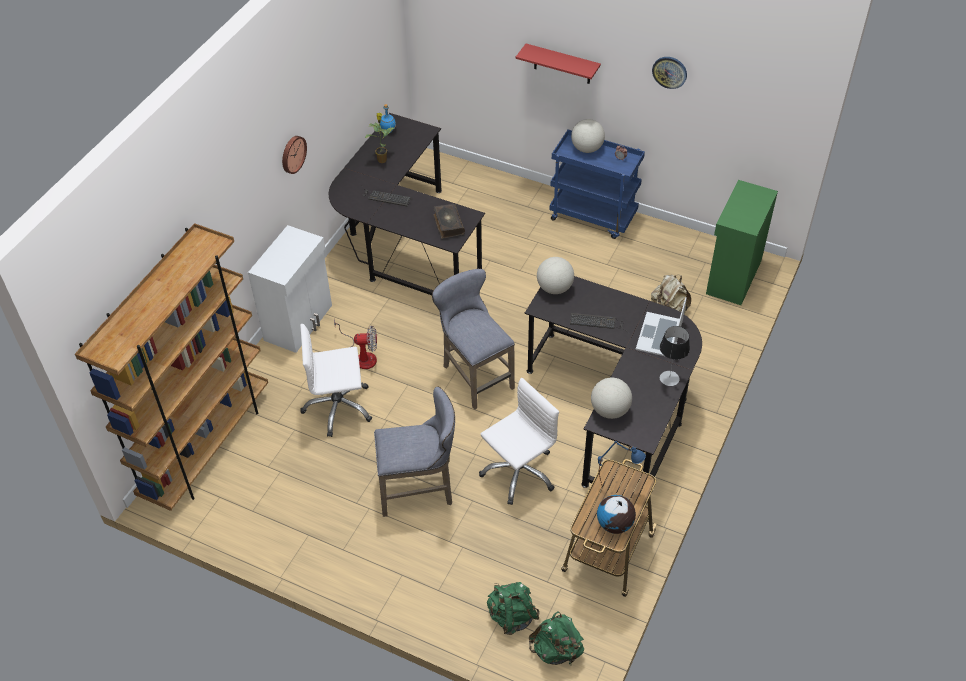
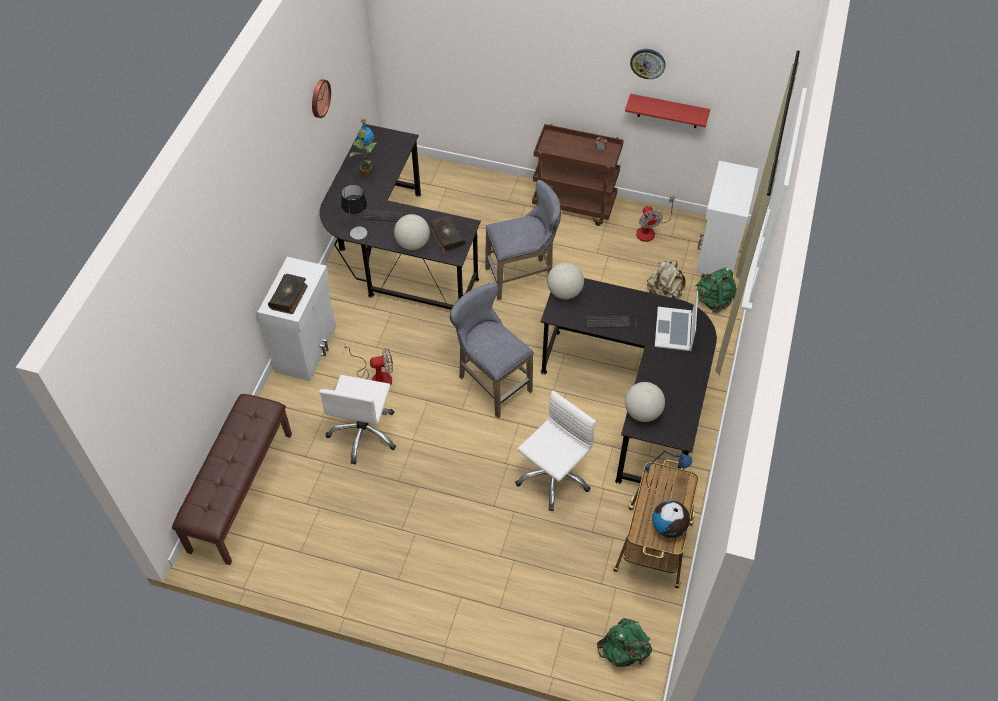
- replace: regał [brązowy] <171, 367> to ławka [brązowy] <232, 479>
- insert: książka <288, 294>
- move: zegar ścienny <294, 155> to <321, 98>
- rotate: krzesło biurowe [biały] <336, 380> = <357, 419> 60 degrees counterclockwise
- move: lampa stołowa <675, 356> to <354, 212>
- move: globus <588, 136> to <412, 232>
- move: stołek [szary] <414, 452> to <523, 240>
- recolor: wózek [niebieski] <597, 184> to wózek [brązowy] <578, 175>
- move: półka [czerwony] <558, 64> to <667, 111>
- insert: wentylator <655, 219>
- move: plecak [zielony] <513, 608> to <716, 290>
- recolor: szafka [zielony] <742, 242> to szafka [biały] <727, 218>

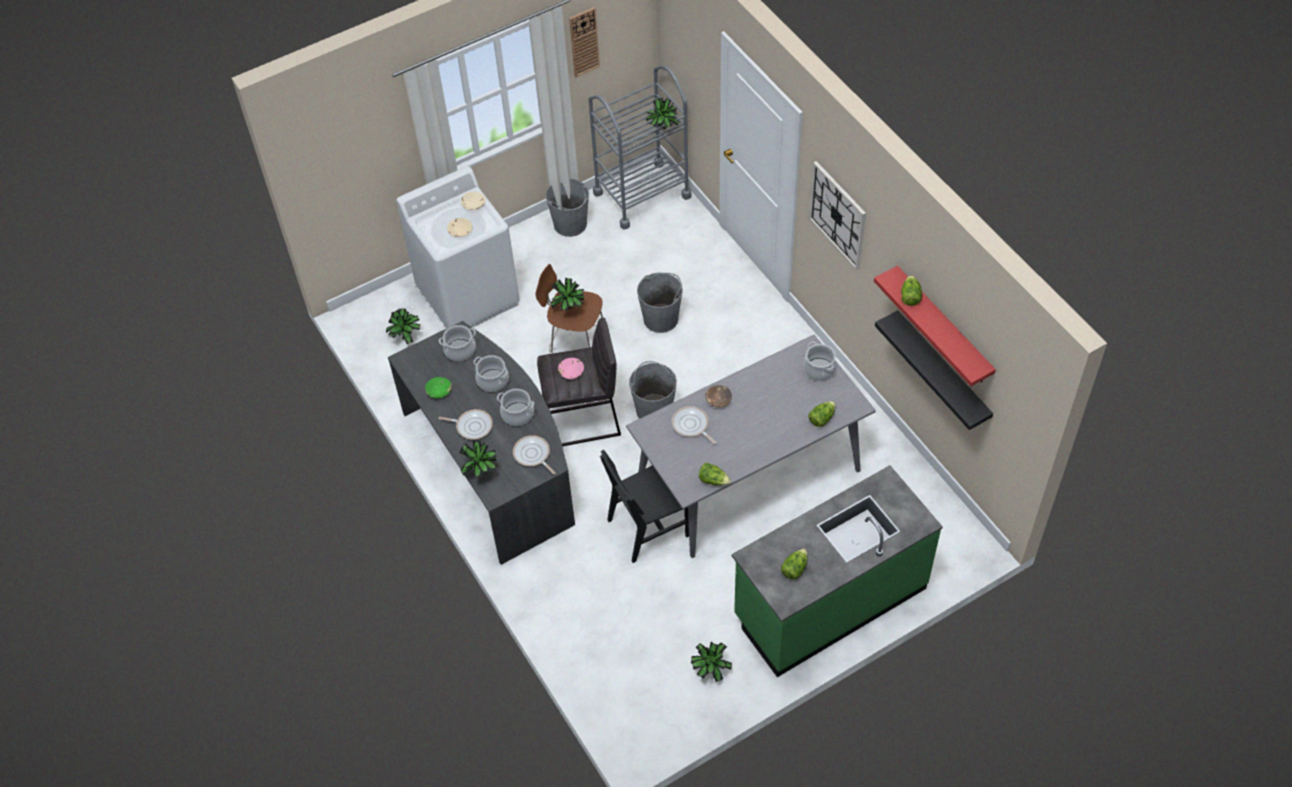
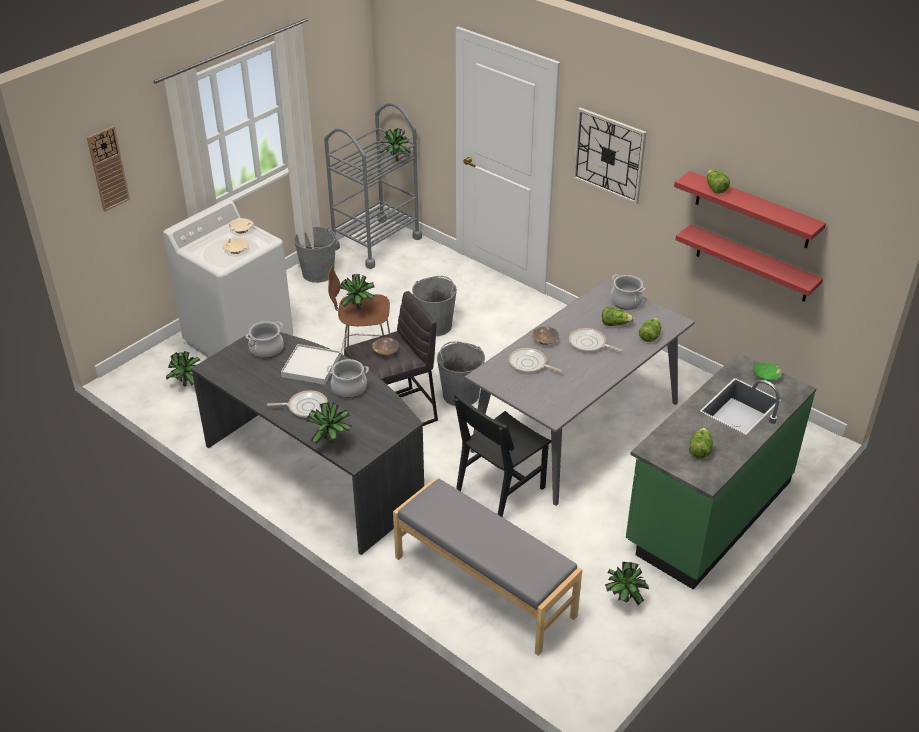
- move: zegar ścienny <584, 42> to <108, 168>
- replace: garnek <491, 373> to taca [biały] <311, 364>
- recolor: miska [różowy] <571, 368> to miska [brązowy] <385, 347>
- insert: ławka [szary] <487, 567>
- move: patelnia <534, 455> to <595, 340>
- move: sałata <715, 474> to <618, 316>
- recolor: półka [czarny] <934, 370> to półka [czerwony] <749, 263>
- move: miska [zielony] <438, 387> to <767, 371>

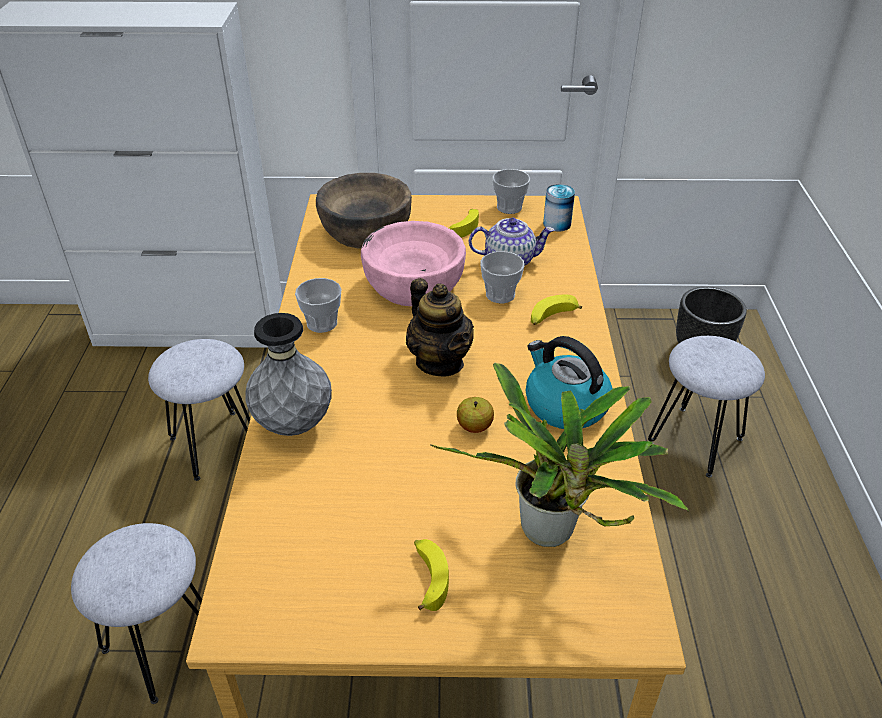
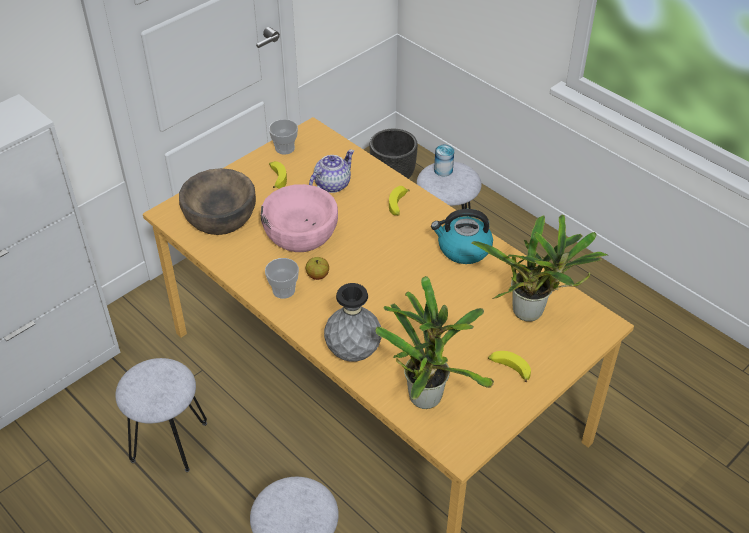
- move: jabłko <475, 415> to <317, 268>
- insert: roślina doniczkowa <434, 342>
- move: puszka <559, 207> to <444, 160>
- delete: imbryk <440, 327>
- delete: filiżanka <502, 277>

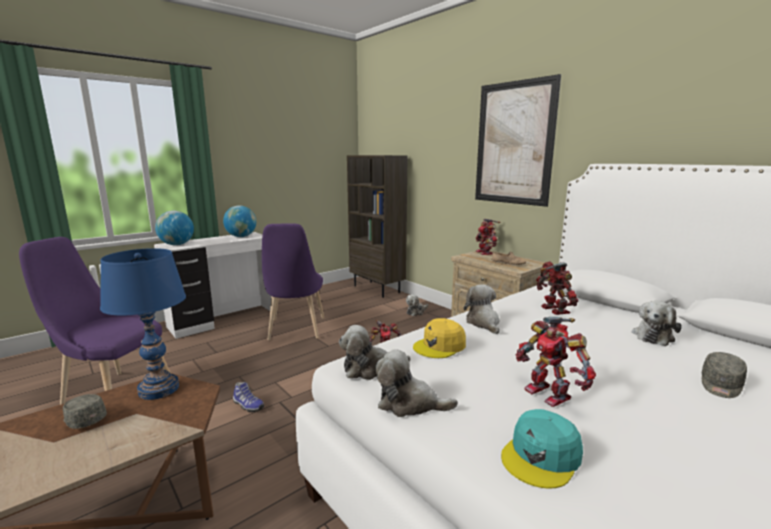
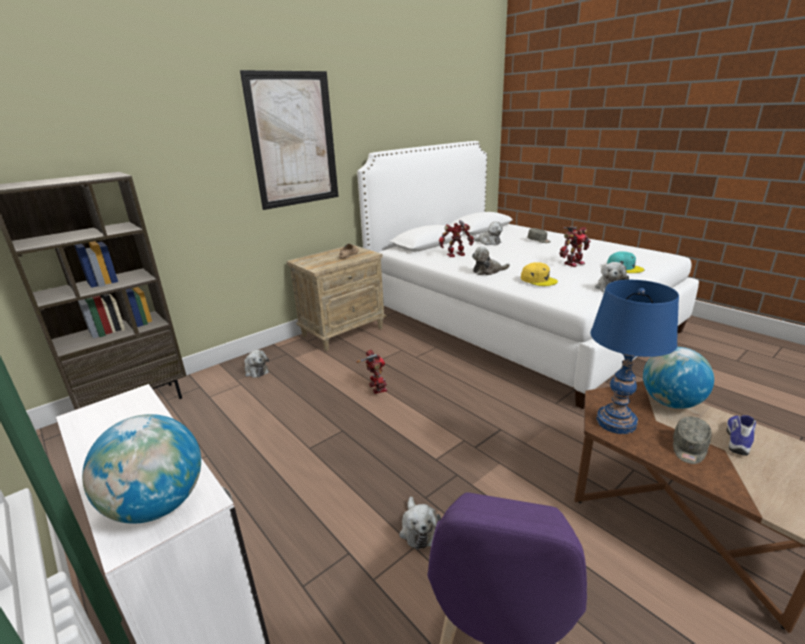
- move: pluszak <374, 352> to <420, 523>
- move: globus <239, 221> to <678, 378>
- move: but <248, 397> to <741, 435>
- delete: krzesło [fioletowy] <293, 281>
- delete: robot zabawkowy <488, 237>

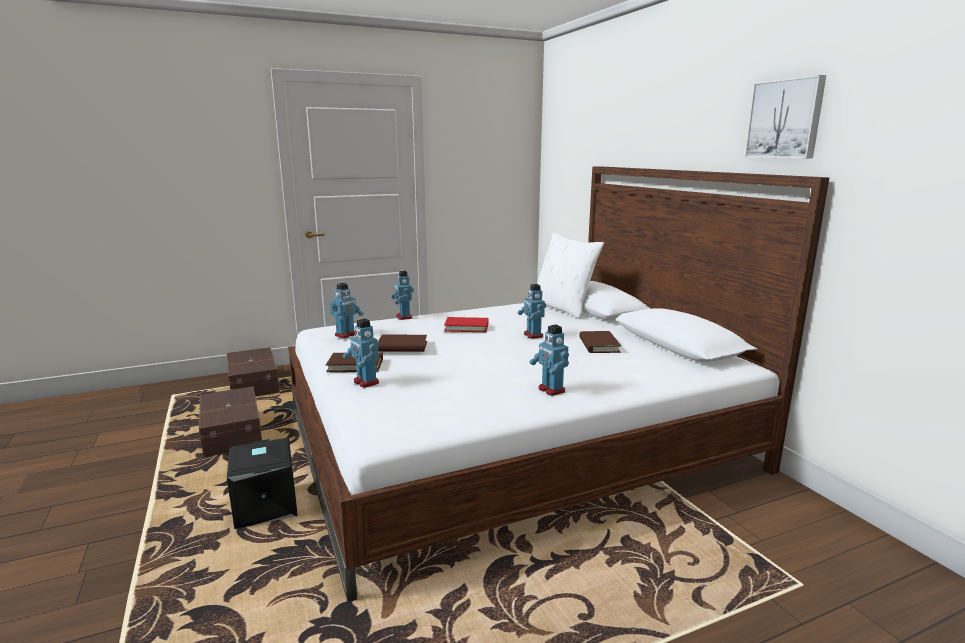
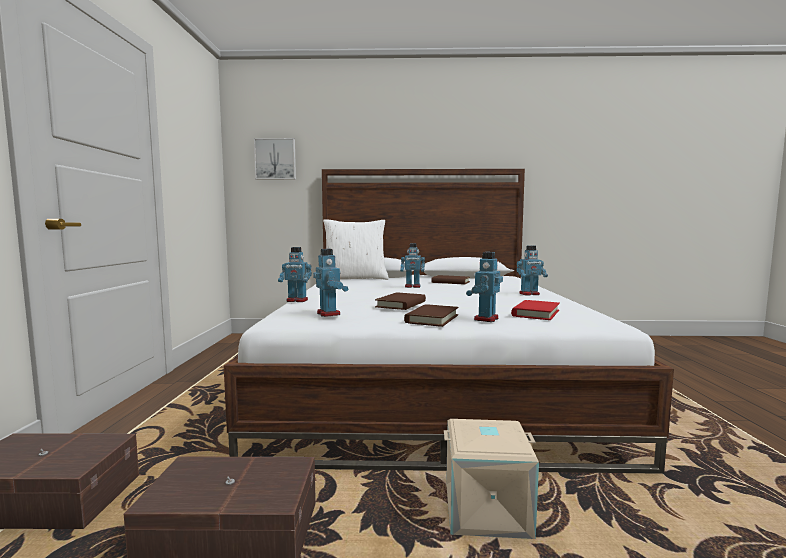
- move: obraz <785, 116> to <275, 159>
- recolor: pojemnik do przechowywania [czarny] <262, 483> to pojemnik do przechowywania [beżowy] <491, 479>
- rotate: robot zabawkowy <361, 353> = <484, 287> 135 degrees clockwise
- move: książka [czerwony] <466, 324> to <535, 310>

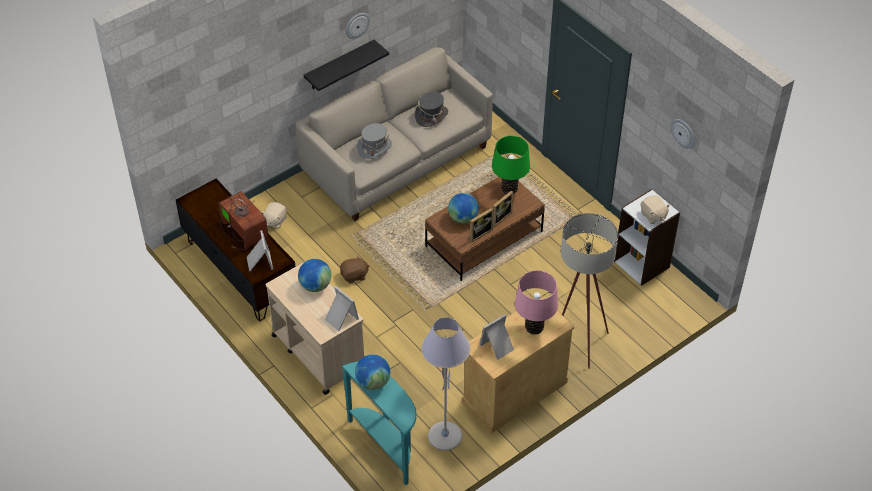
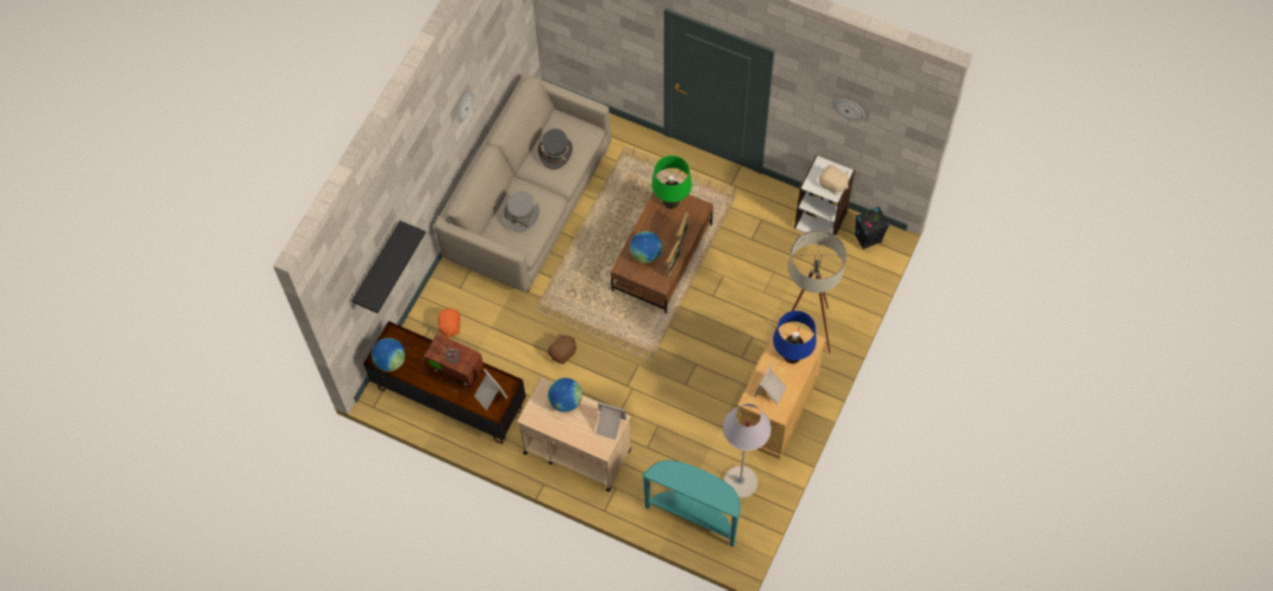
- move: półka [czarny] <346, 65> to <388, 267>
- move: globus <372, 372> to <388, 355>
- recolor: pluszak [beżowy] <274, 215> to pluszak [pomarańczowy] <448, 323>
- recolor: lampa stołowa [różowy] <536, 303> to lampa stołowa [niebieski] <794, 337>
- insert: głośnik [czarny] <872, 228>

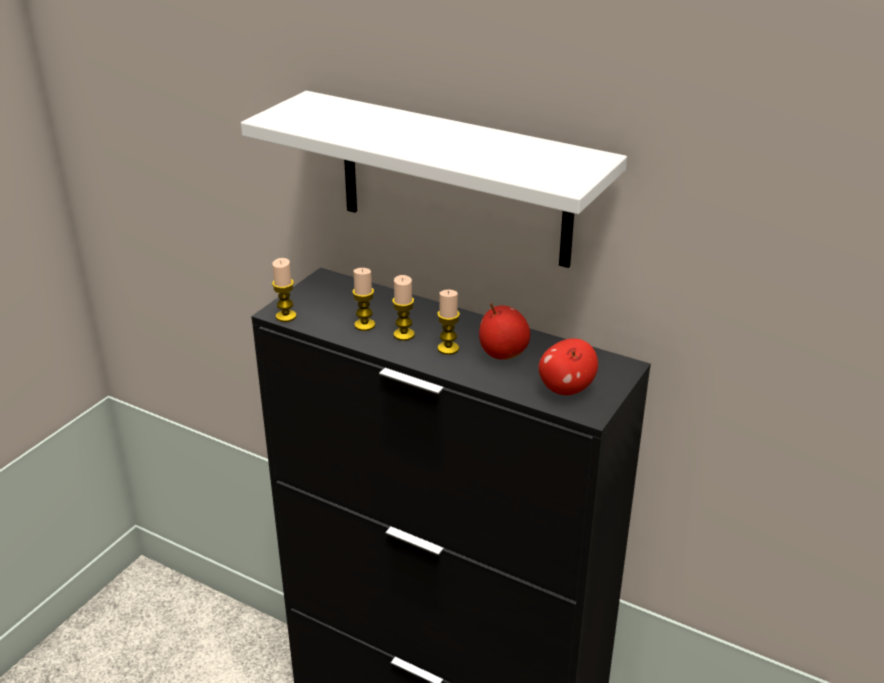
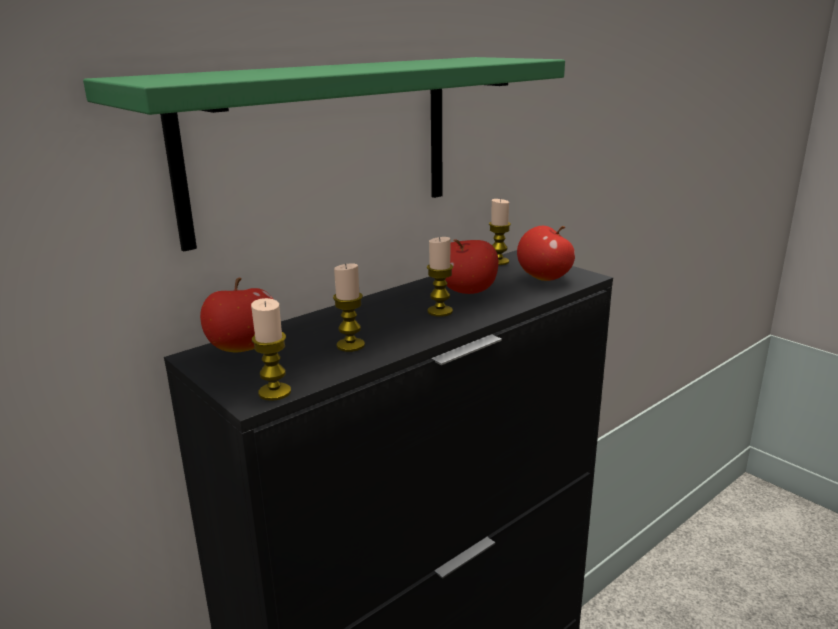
- recolor: półka [biały] <434, 179> to półka [zielony] <324, 154>
- insert: jabłko <236, 315>
- move: świeca <403, 308> to <500, 232>

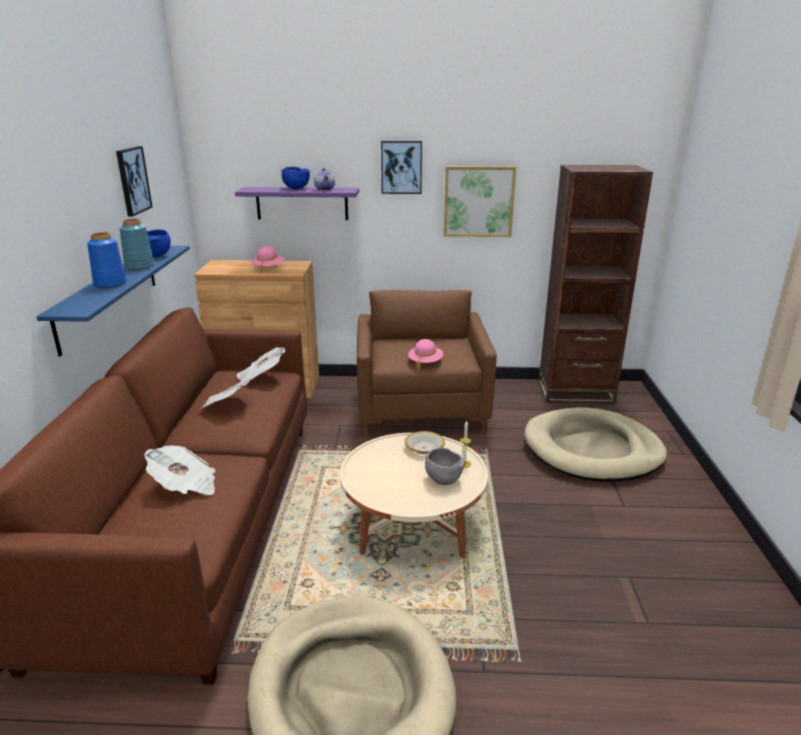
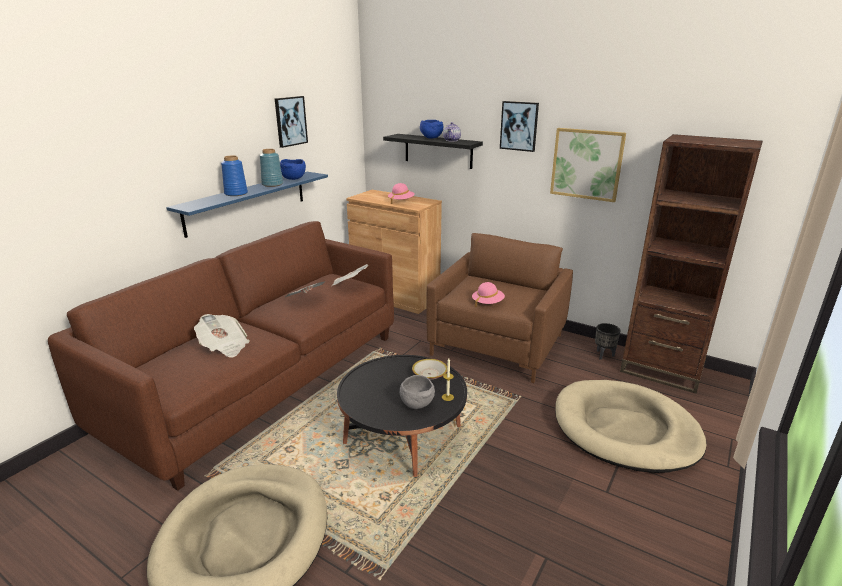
- recolor: ława [beżowy] <414, 495> to ława [czarny] <402, 416>
- recolor: półka [fioletowy] <297, 203> to półka [czarny] <433, 151>
- insert: donica [czarny] <608, 341>

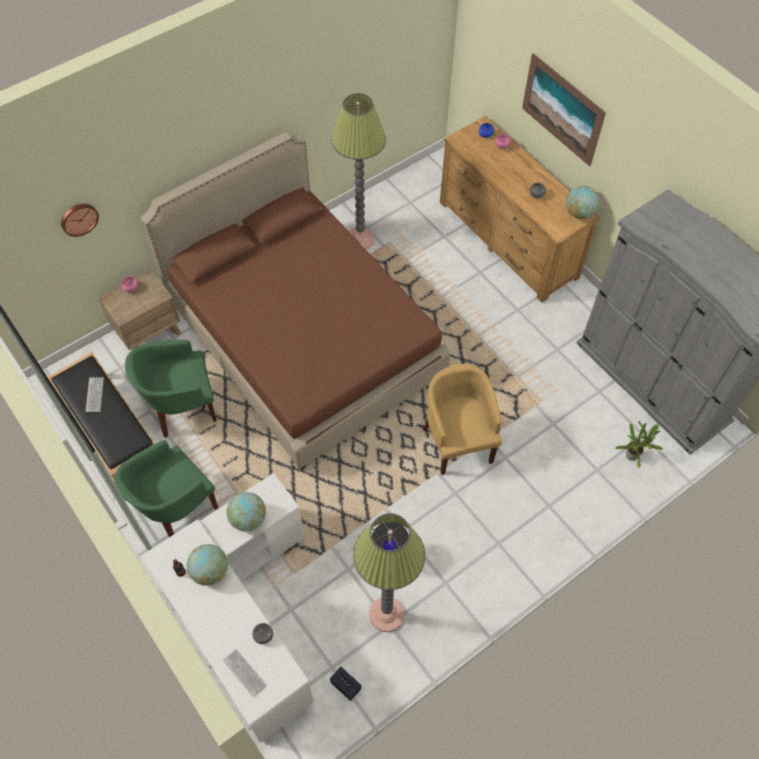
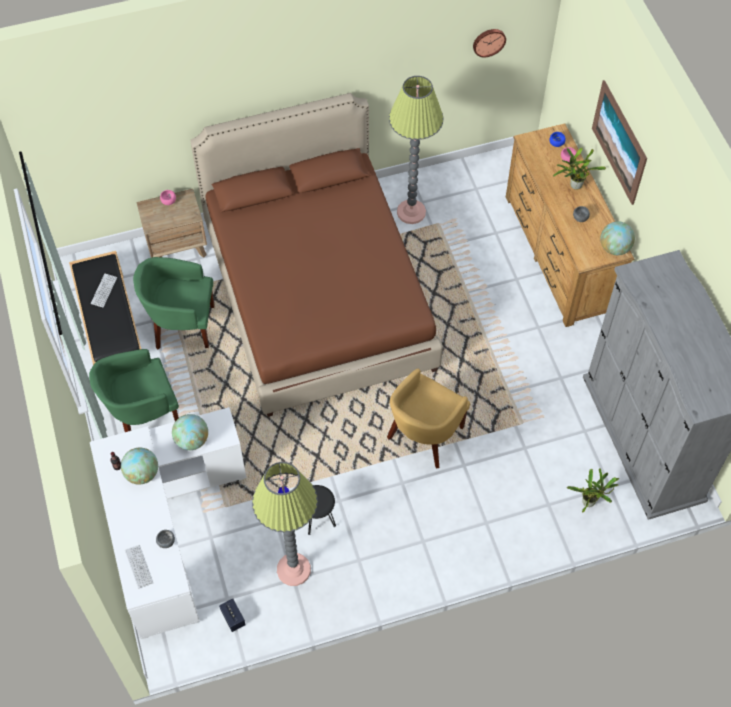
- rotate: fotel [żółty] <462, 419> = <428, 418> 150 degrees counterclockwise
- move: zegar ścienny <80, 220> to <489, 43>
- insert: roślina doniczkowa <579, 169>

